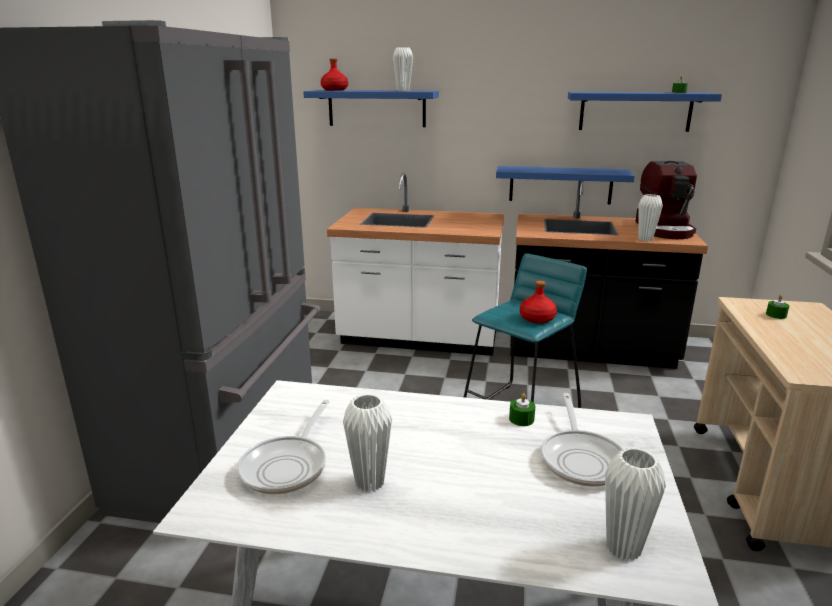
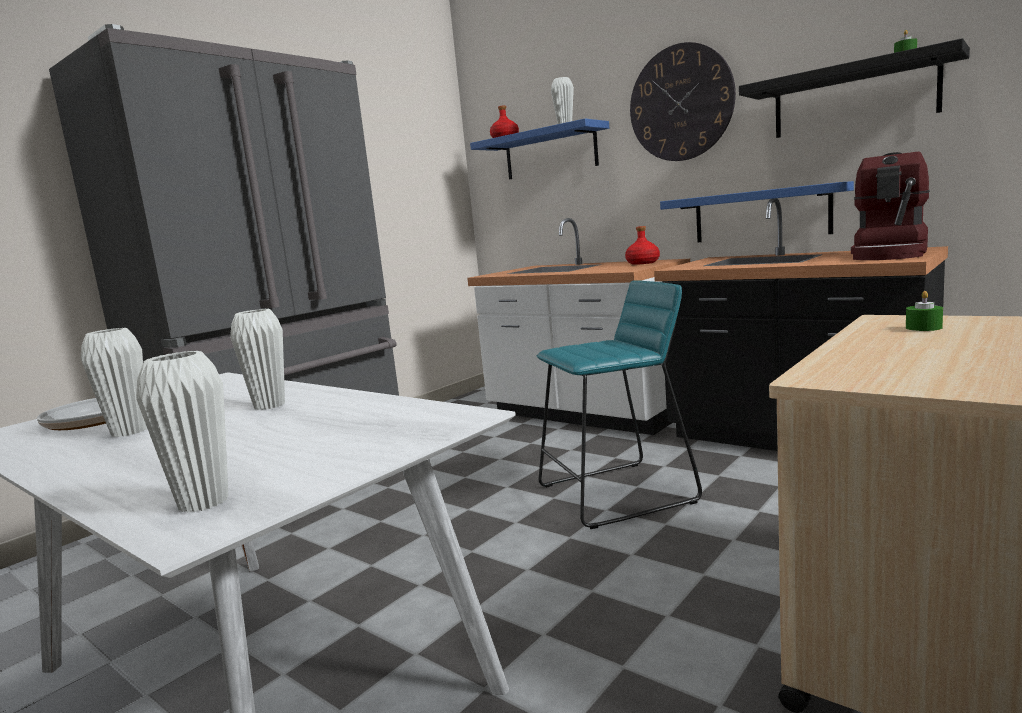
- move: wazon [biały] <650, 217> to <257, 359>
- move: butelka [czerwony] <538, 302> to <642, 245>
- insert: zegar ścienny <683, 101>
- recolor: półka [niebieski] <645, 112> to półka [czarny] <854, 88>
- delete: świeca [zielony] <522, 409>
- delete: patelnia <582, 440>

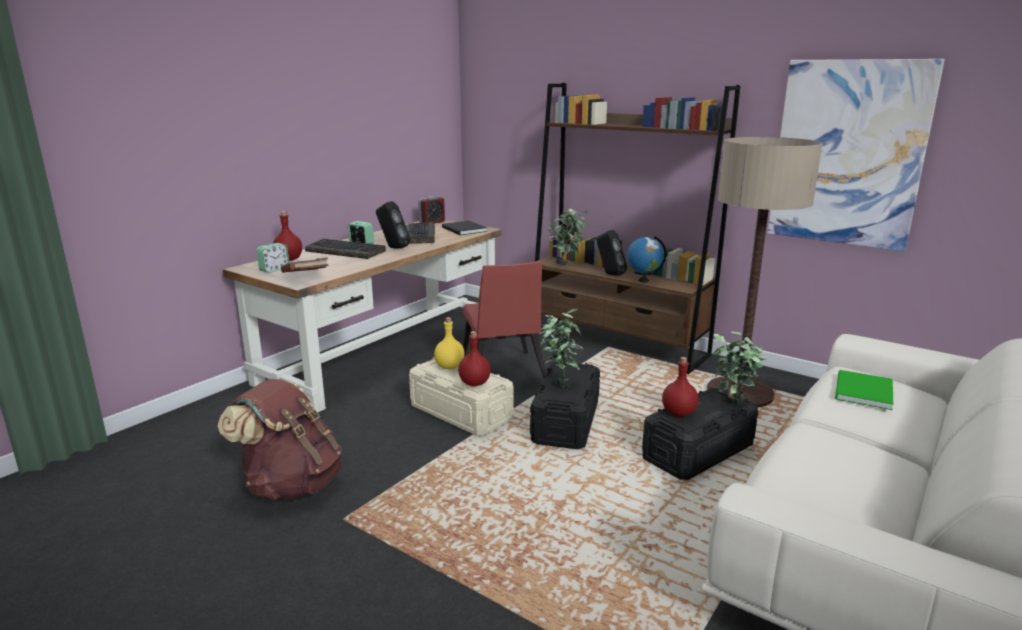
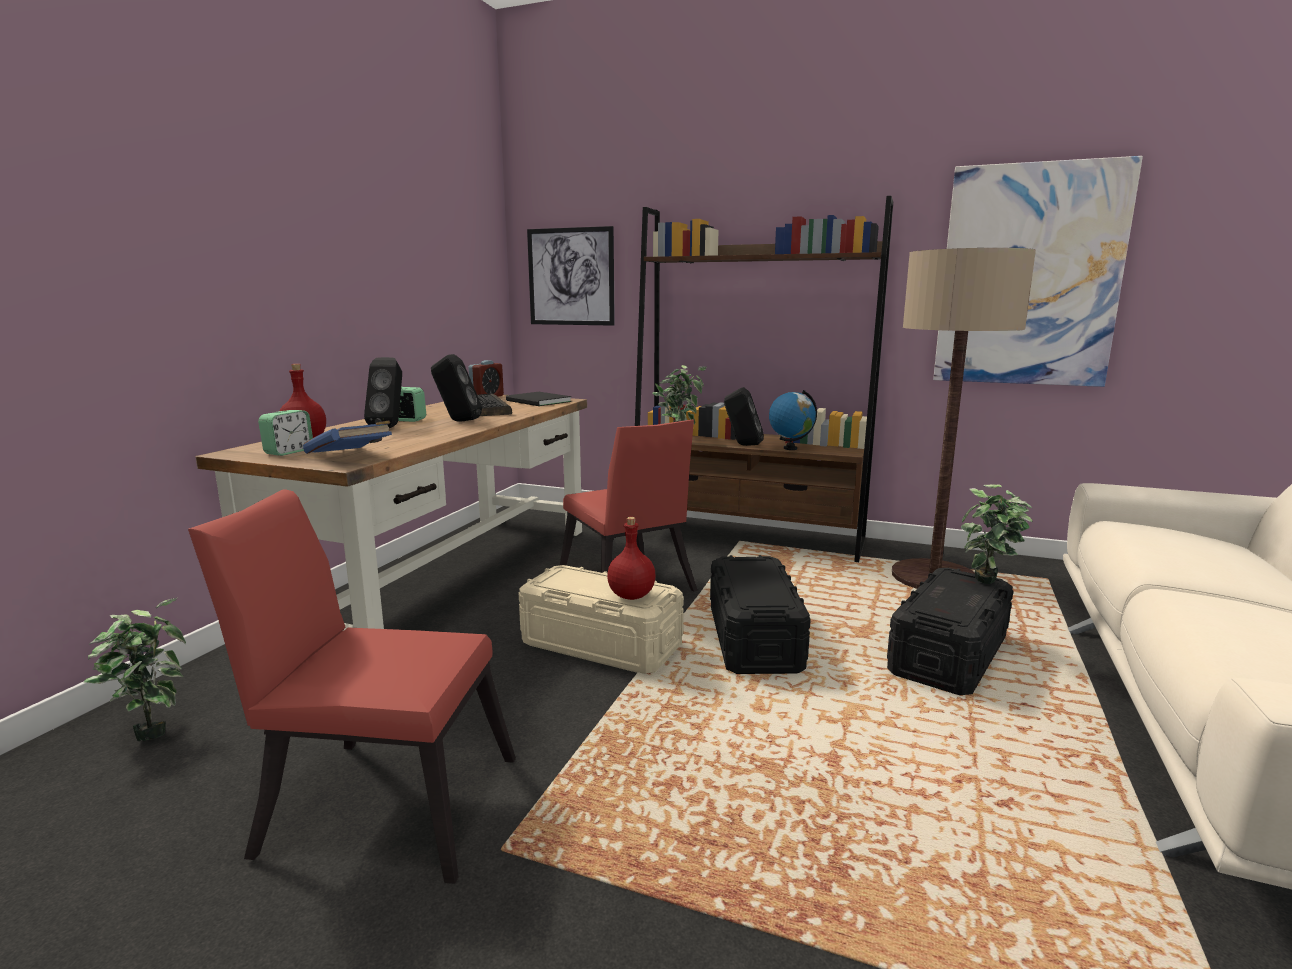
- move: roślina doniczkowa <561, 348> to <135, 669>
- replace: plecak [brązowy] <280, 439> to krzesło [czerwony] <352, 686>
- recolor: książka [brązowy] <305, 265> to książka [niebieski] <347, 437>
- replace: klawiatura <345, 249> to głośnik [czarny] <383, 392>
- insert: obraz <571, 276>
- delete: butelka [żółty] <449, 343>
- delete: butelka [czerwony] <680, 387>
- delete: książka [zielony] <864, 390>

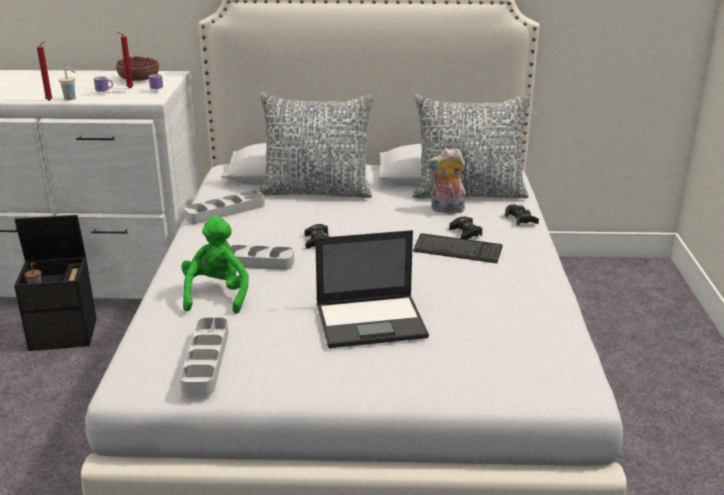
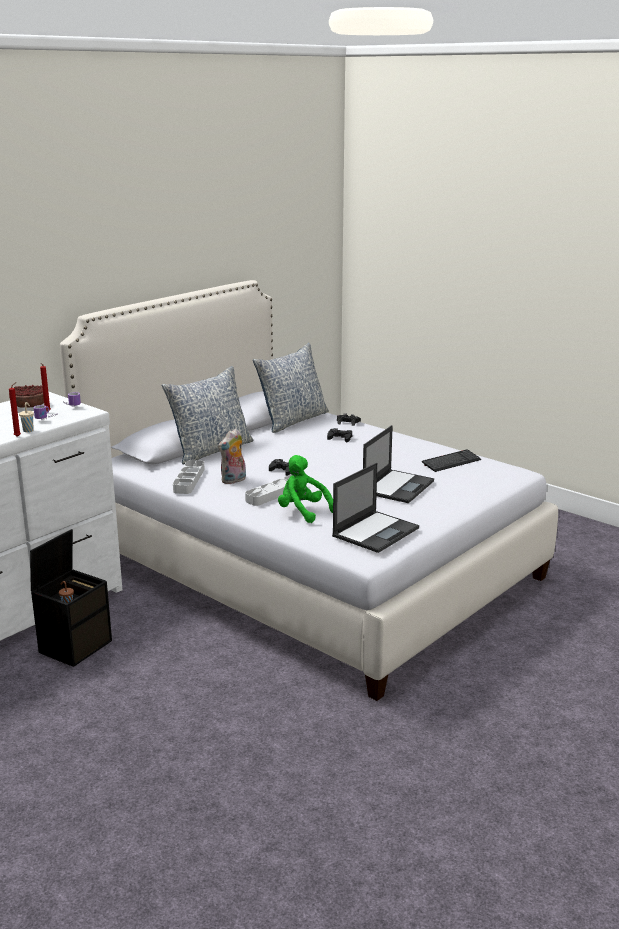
- move: pluszak <447, 181> to <232, 456>
- replace: taca [szary] <204, 356> to laptop <375, 508>
- move: klawiatura <458, 248> to <451, 461>

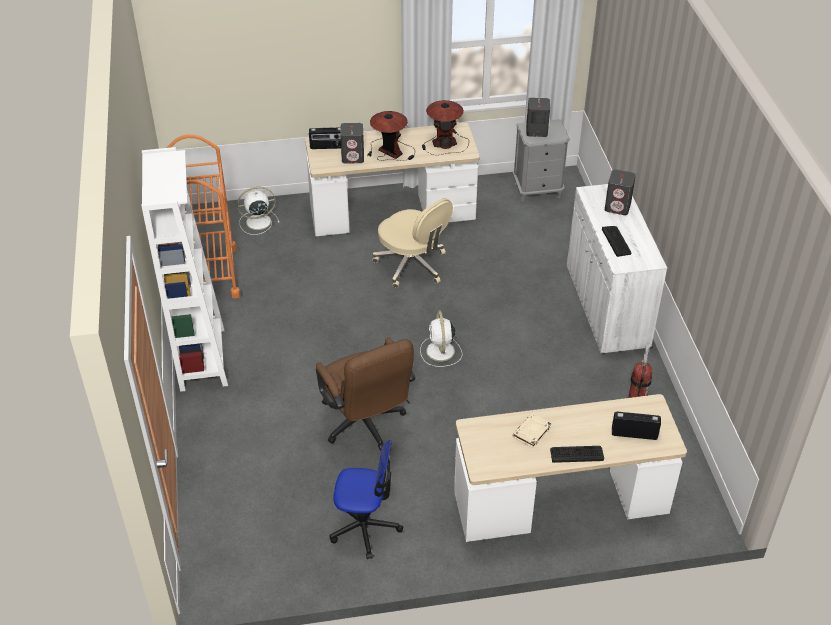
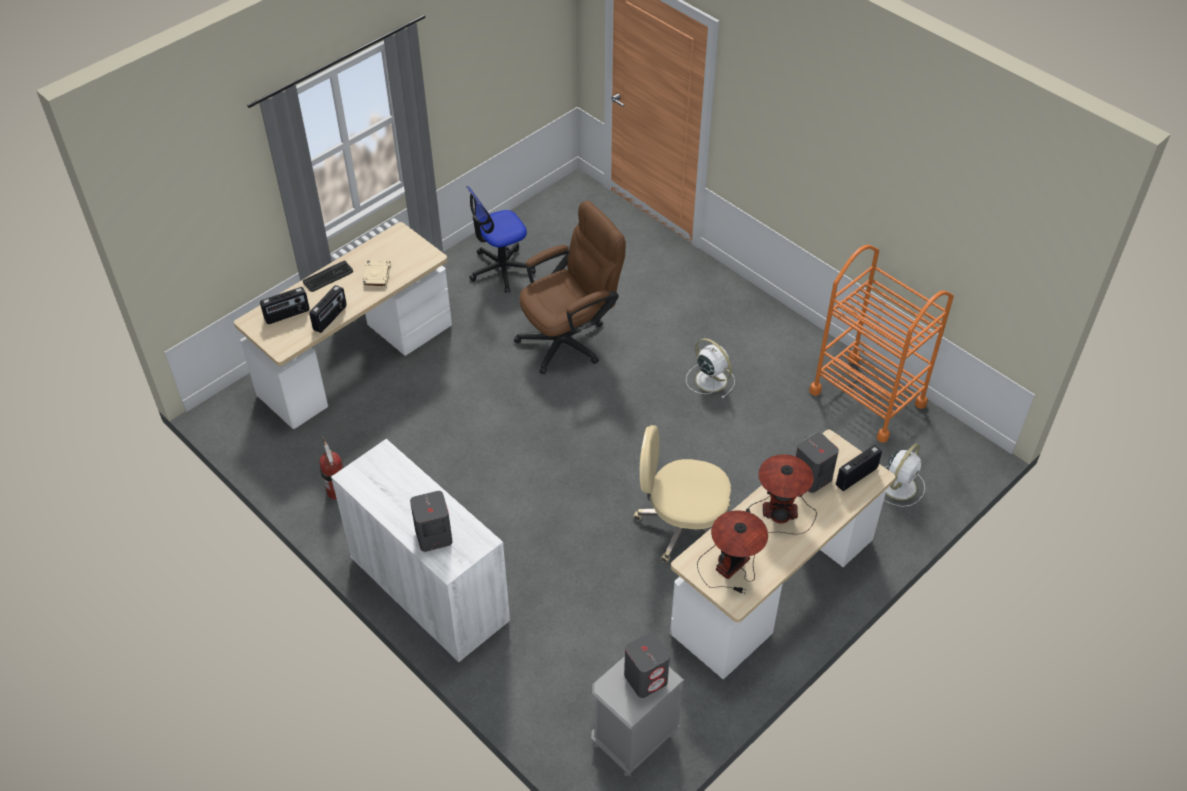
- insert: radio <328, 309>
- rotate: krzesło biurowe [brązowy] <366, 394> = <570, 287> 120 degrees clockwise
- move: wentylator [biały] <441, 338> to <710, 368>
- delete: regał [biały] <184, 269>
- delete: klawiatura <616, 241>

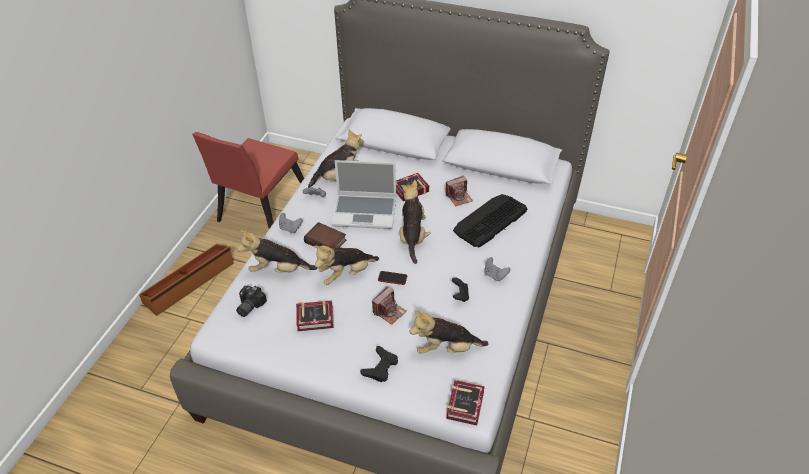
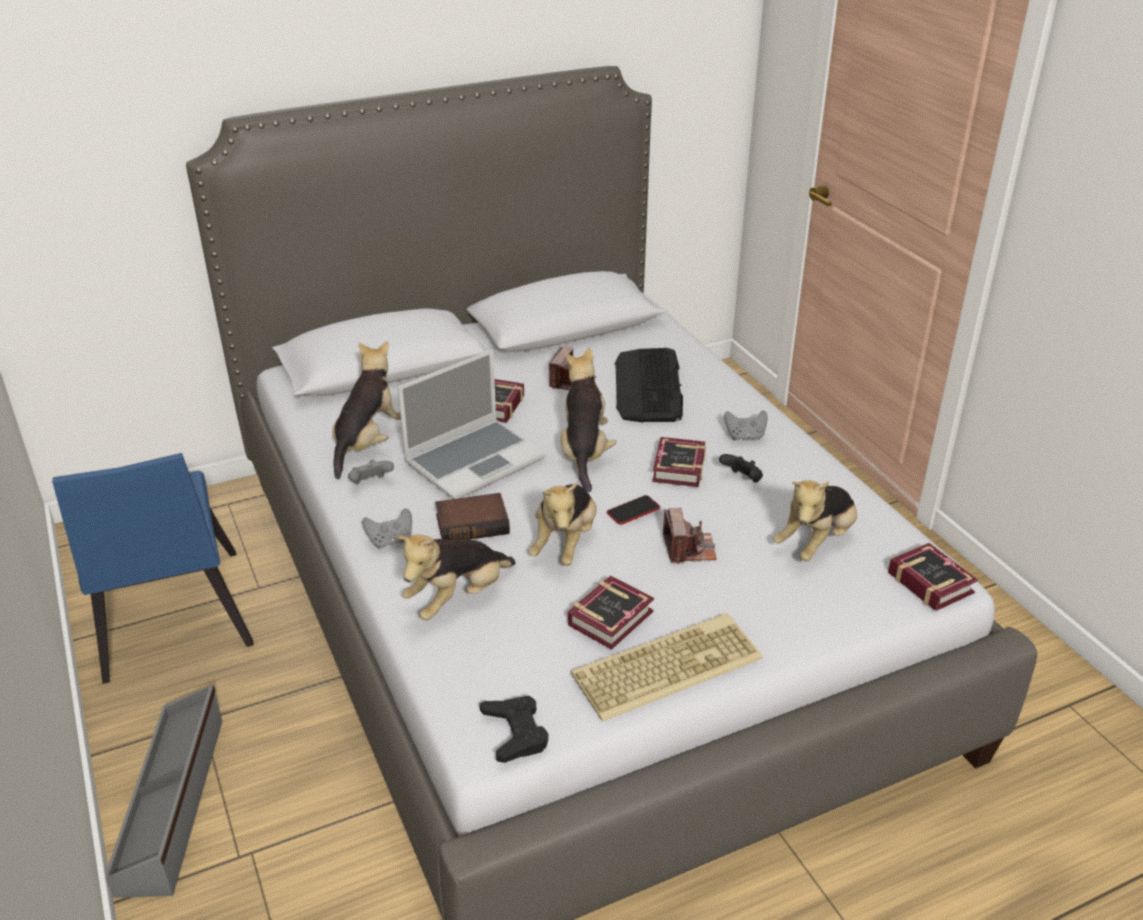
- recolor: krzesło [czerwony] <248, 180> to krzesło [niebieski] <153, 568>
- recolor: pojemnik do przechowywania [brązowy] <186, 280> to pojemnik do przechowywania [szary] <163, 791>
- move: pad do gier [czarny] <379, 364> to <514, 729>
- rotate: pluszak <415, 222> = <588, 420> 45 degrees clockwise
- insert: klawiatura <666, 667>
- insert: książka <679, 462>
- delete: aparat fotograficzny <251, 301>

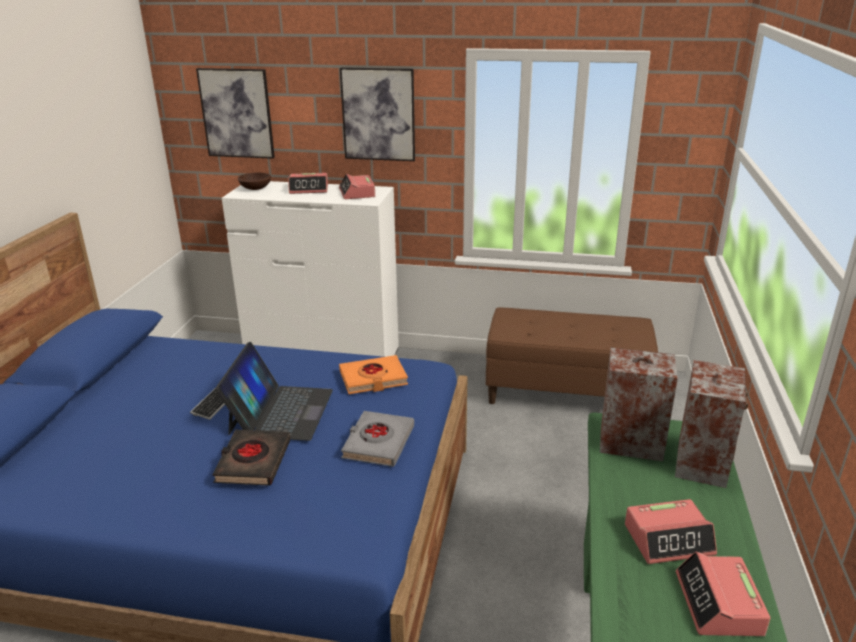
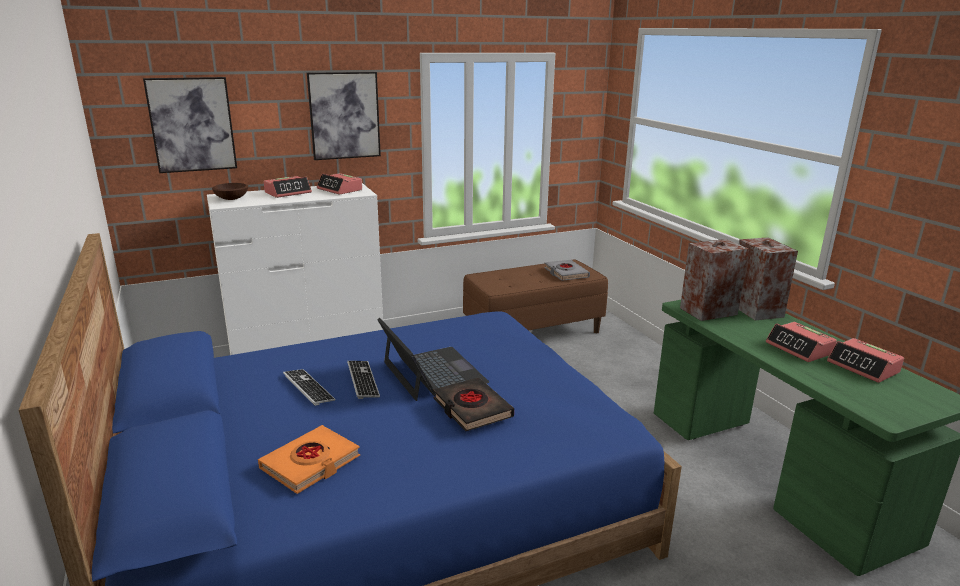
- move: książka [pomarańczowy] <373, 374> to <309, 459>
- insert: klawiatura <309, 387>
- move: książka [szary] <377, 439> to <567, 270>
- rotate: budzik <671, 531> = <801, 342> 105 degrees clockwise

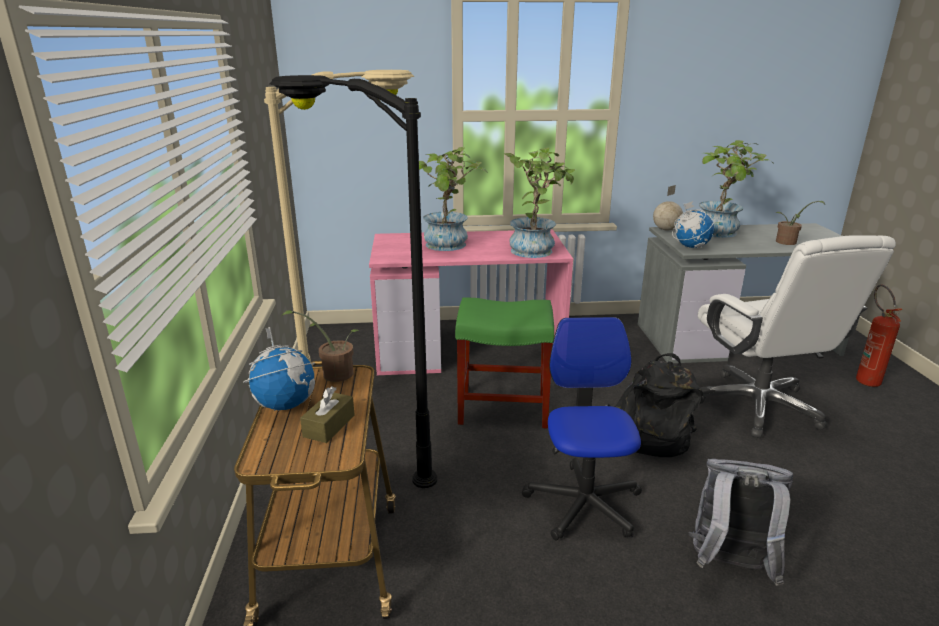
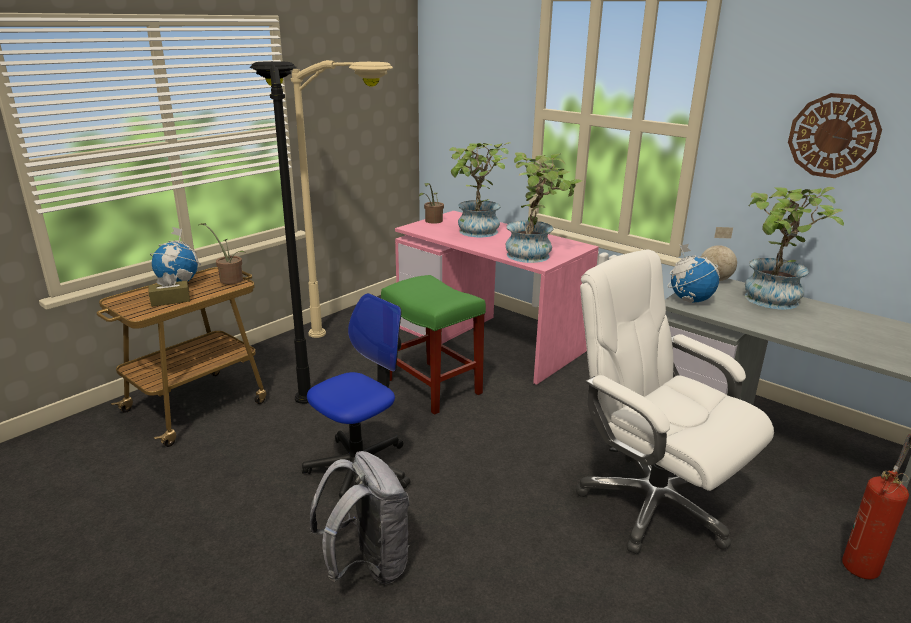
- move: roślina doniczkowa <800, 223> to <431, 203>
- rotate: krzesło biurowe [biały] <797, 336> = <675, 401> 105 degrees clockwise
- insert: zegar ścienny <835, 135>
- delete: plecak [czarny] <654, 405>

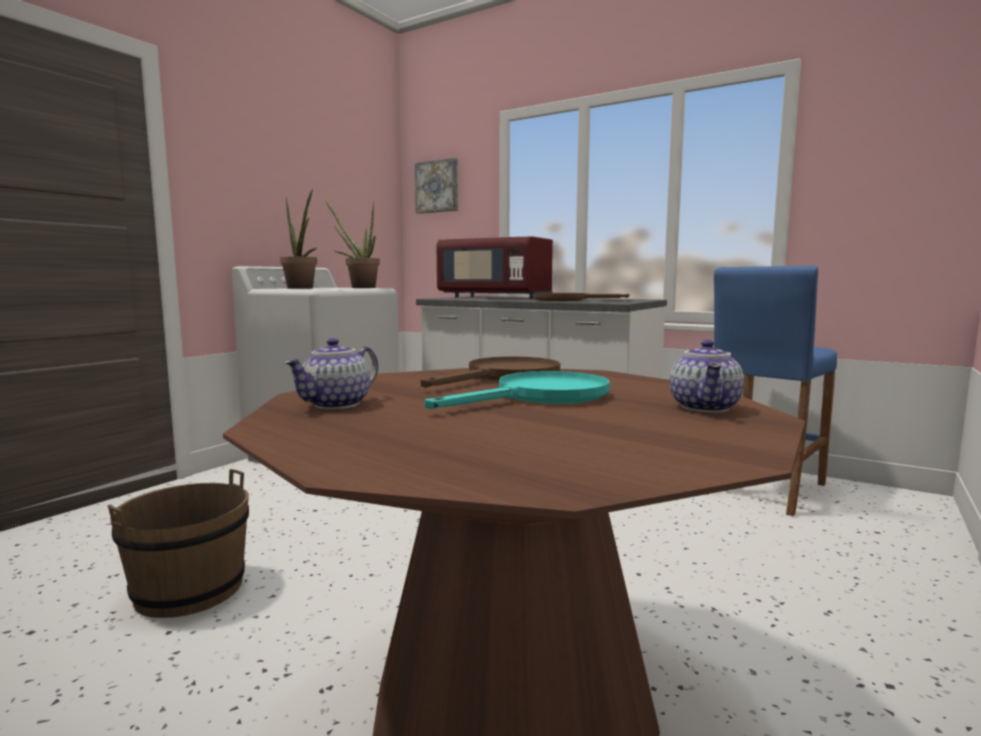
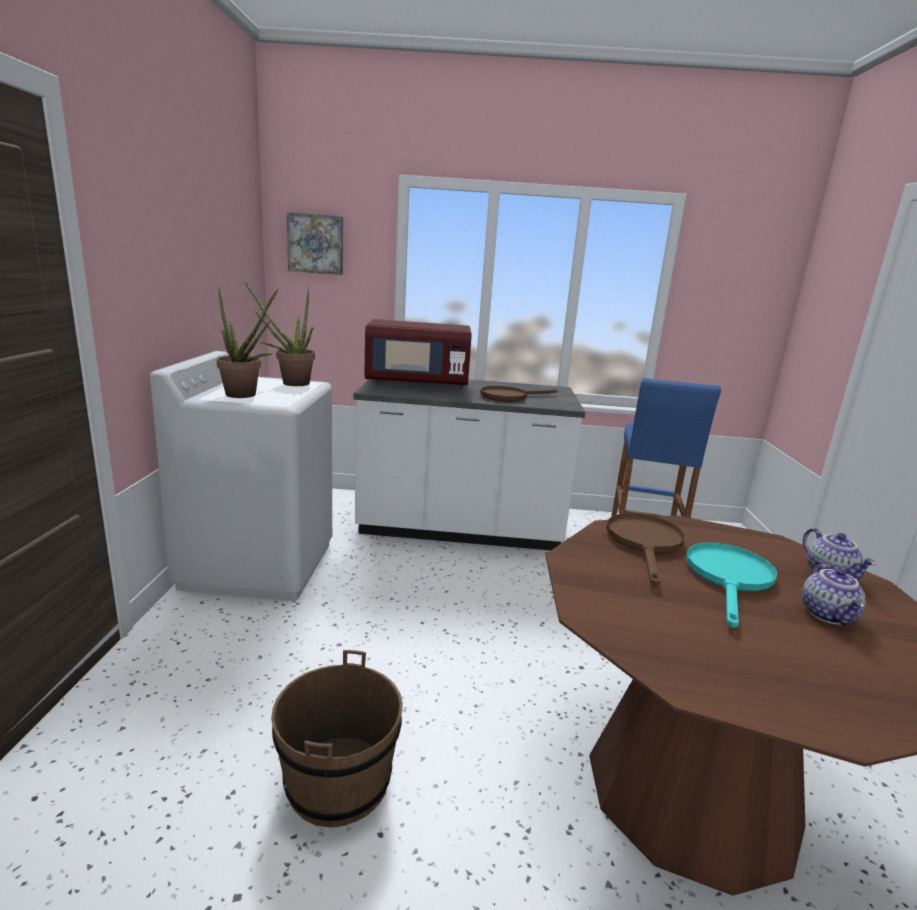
- move: imbryk <331, 374> to <834, 593>

